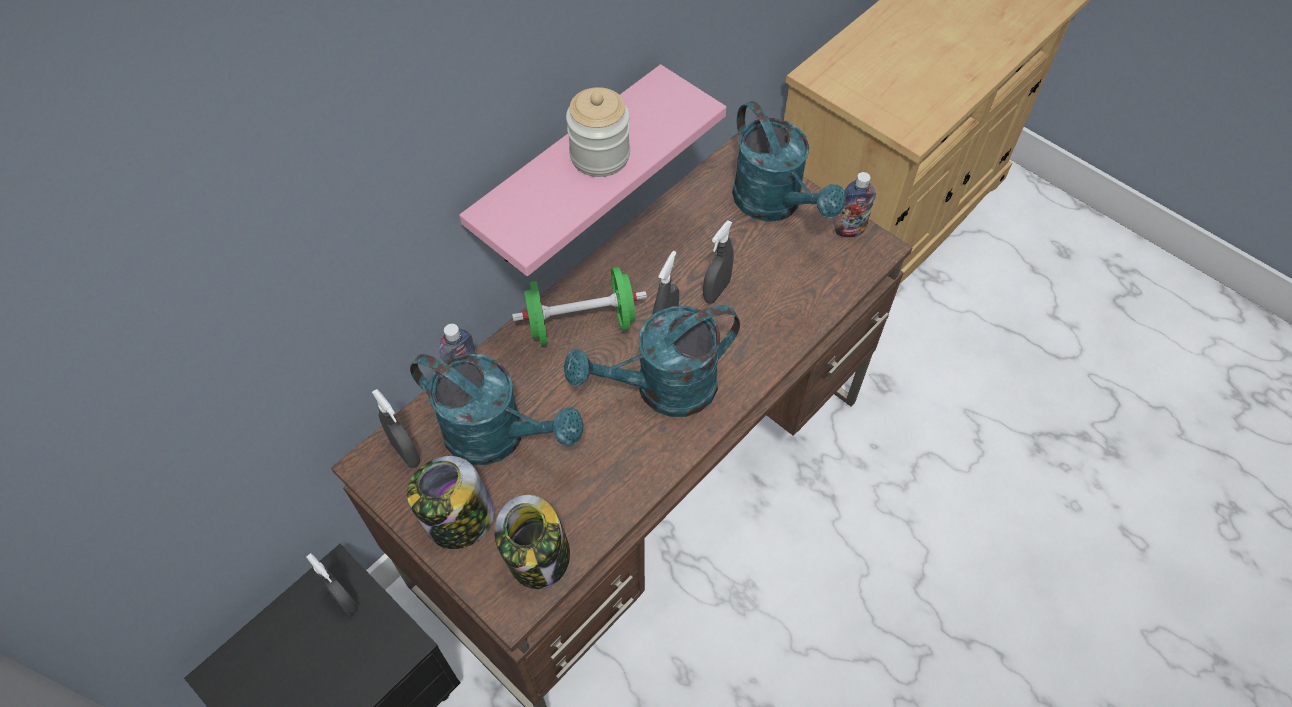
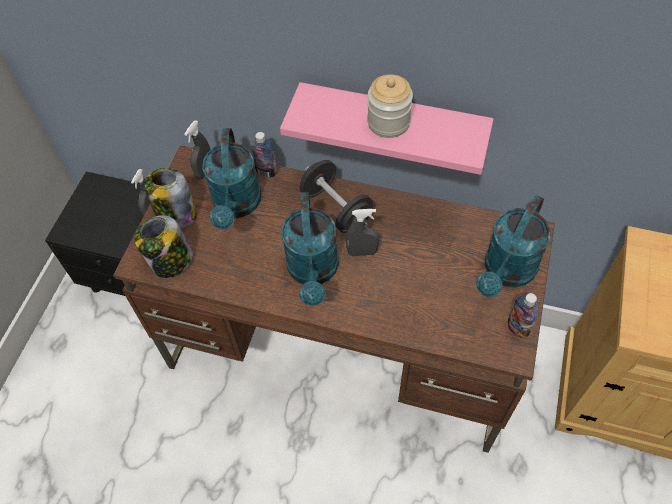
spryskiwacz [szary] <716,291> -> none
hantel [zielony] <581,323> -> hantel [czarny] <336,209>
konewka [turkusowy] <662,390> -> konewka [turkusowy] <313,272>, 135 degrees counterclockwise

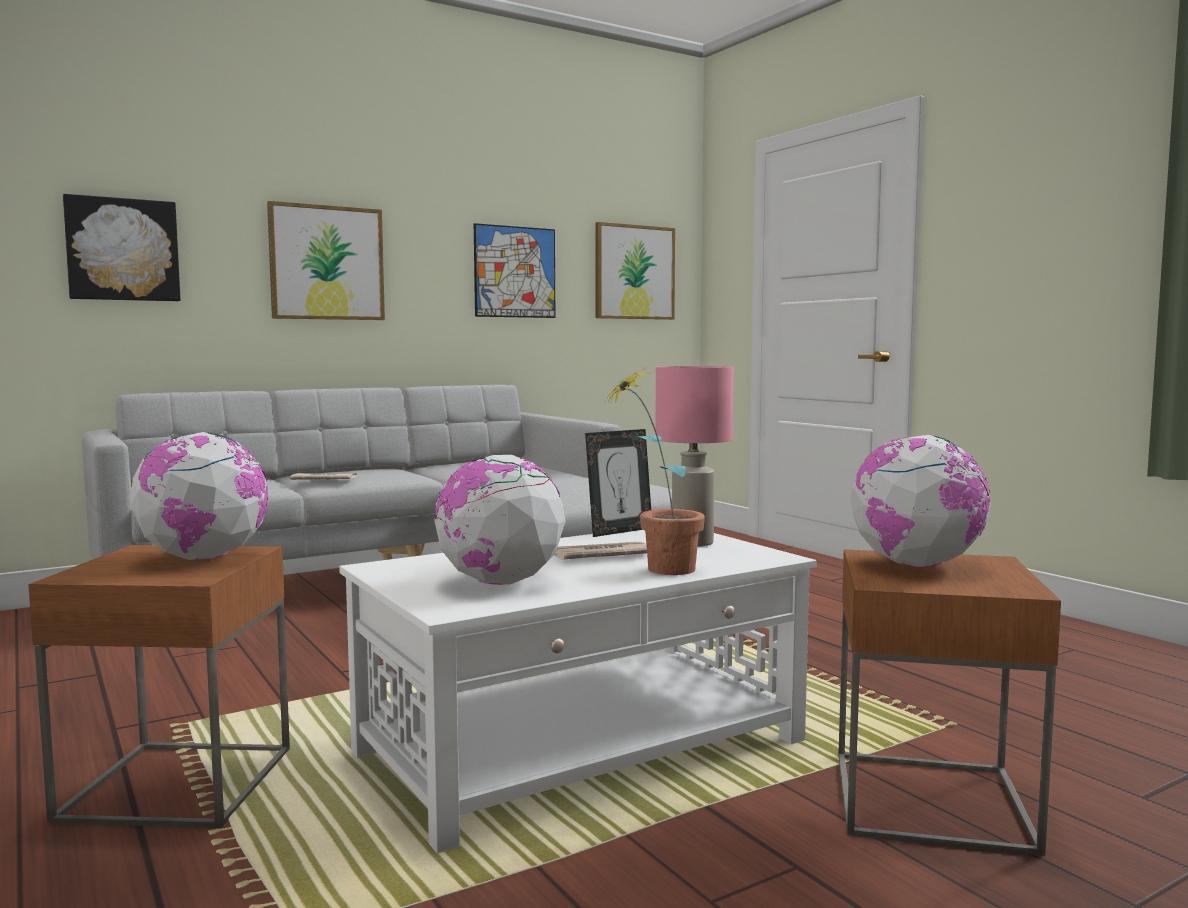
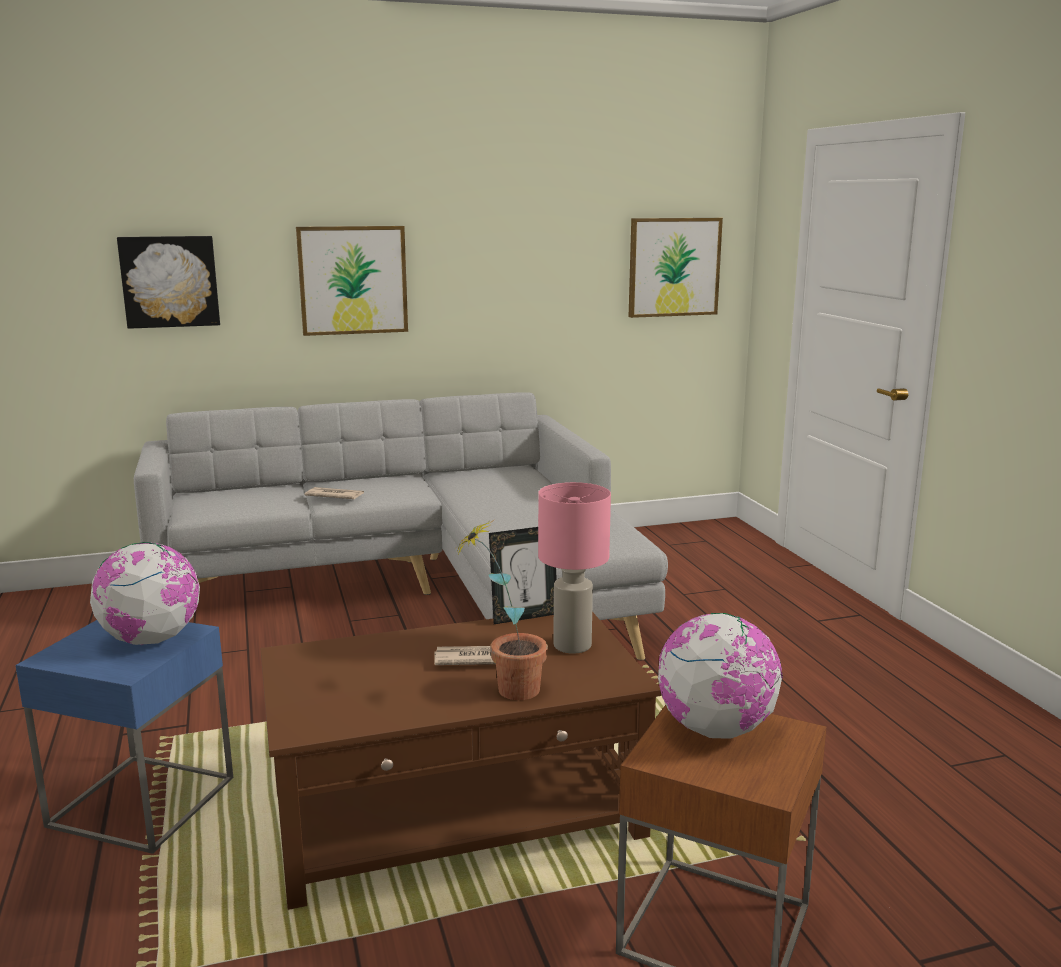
obraz <515,272> -> none
globus <499,582> -> none
ława [biały] <583,746> -> ława [brązowy] <458,812>
stolik [brązowy] <179,783> -> stolik [niebieski] <142,802>

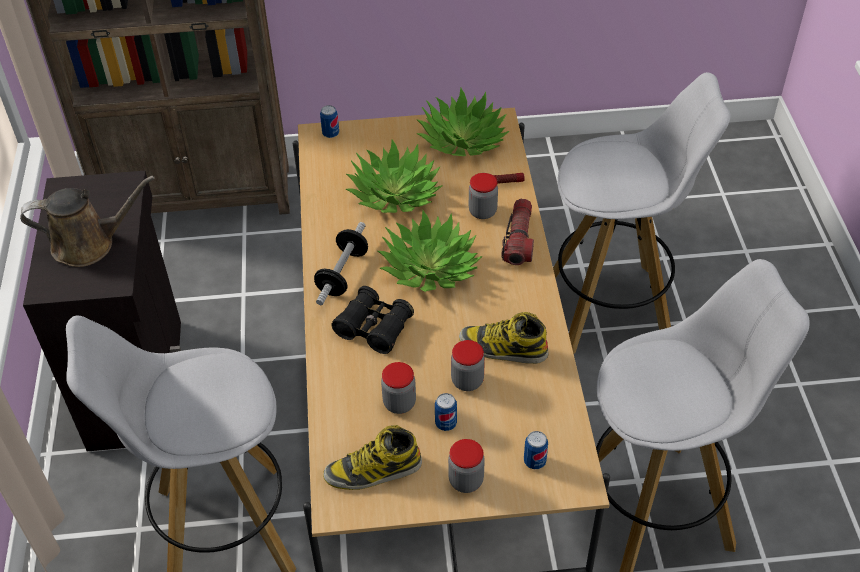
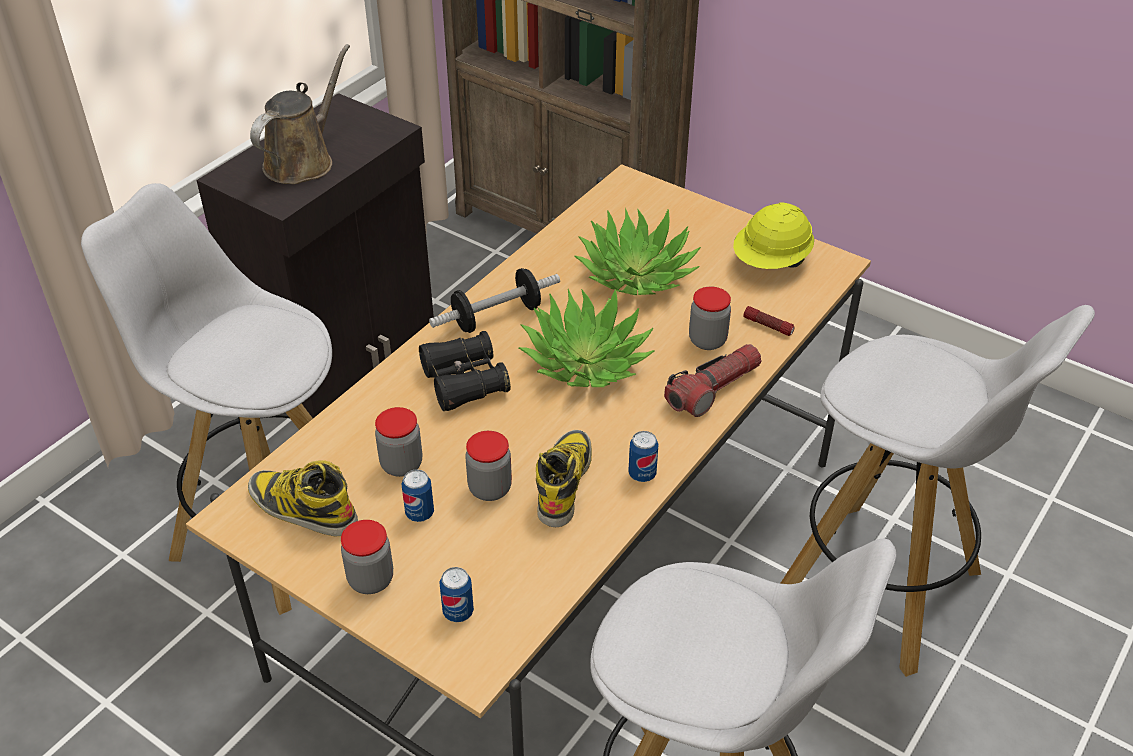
roślina doniczkowa <462,140> -> kask [żółty] <771,262>
puszka <330,134> -> puszka <642,474>, moved
konewka [brązowy] <89,244> -> konewka [brązowy] <303,161>, 90 degrees counterclockwise
but z cholewką <503,348> -> but z cholewką <564,482>, 45 degrees clockwise

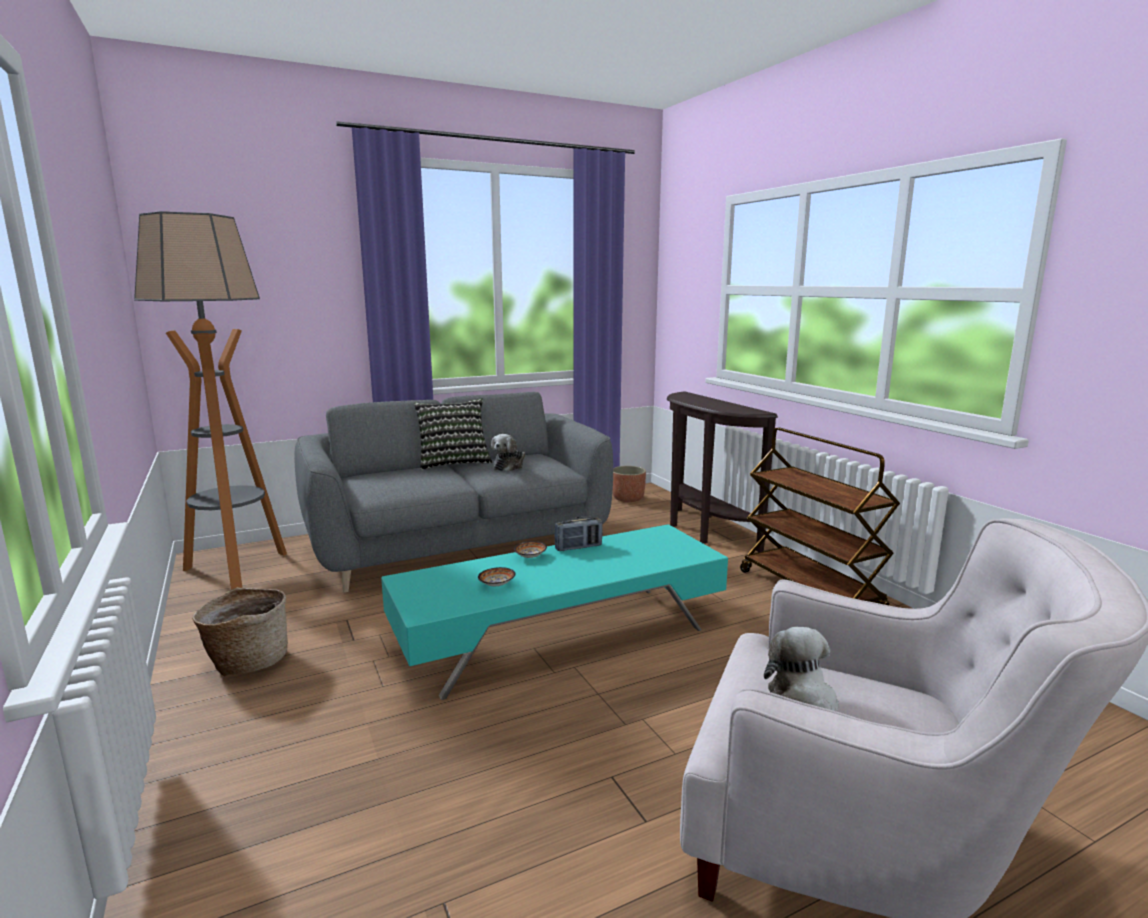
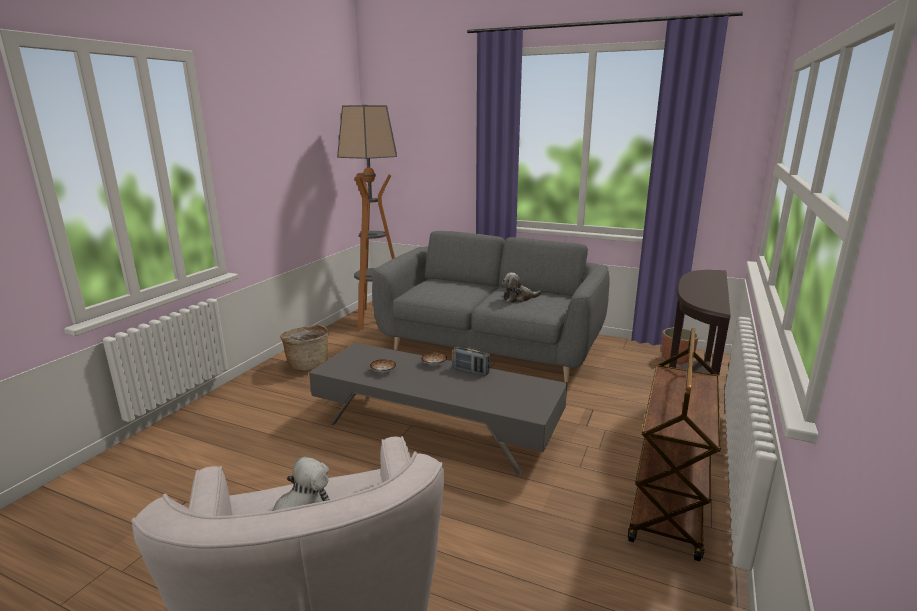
poduszka <453,462> -> none
ława [turkusowy] <561,635> -> ława [szary] <437,427>

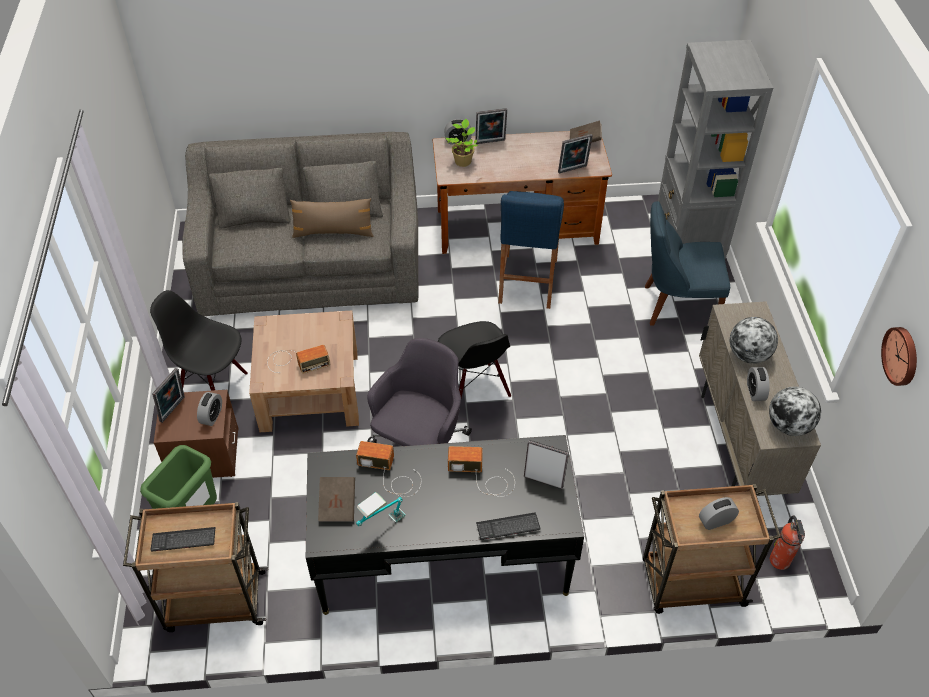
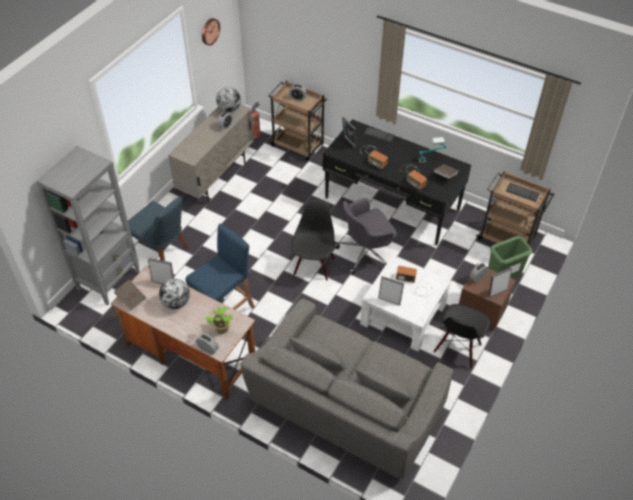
ramka na zdjęcie <490,142> -> ramka na zdjęcie <389,300>, moved
poduszka [brązowy] <333,232> -> none
krzesło [czarny] <213,385> -> krzesło [czarny] <458,349>, 60 degrees clockwise
ława [brązowy] <310,390> -> ława [biały] <403,315>
globus <748,355> -> globus <176,302>, moved

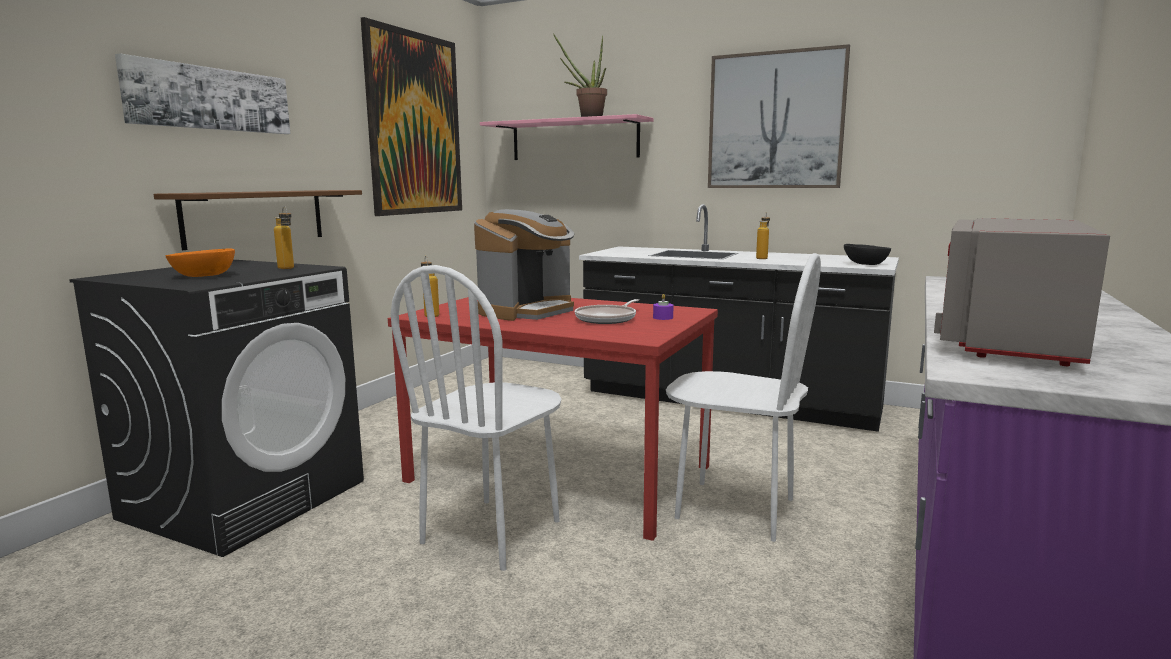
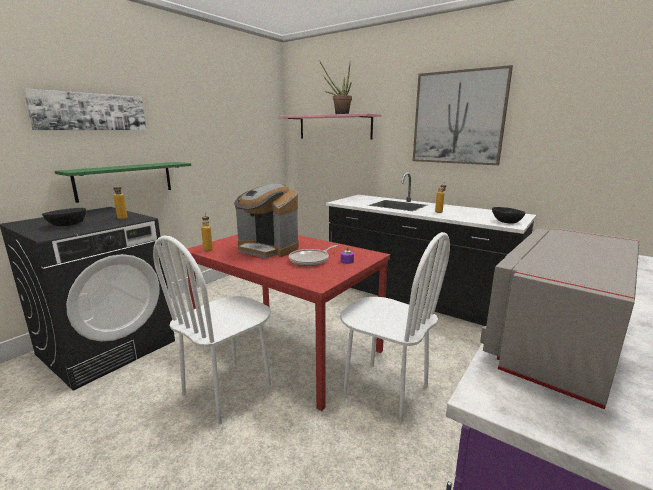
obraz <415,124> -> none
półka [brązowy] <255,217> -> półka [zielony] <125,180>
ekspres do kawy <527,311> -> ekspres do kawy <268,249>, 75 degrees clockwise
miska [pomarańczowy] <205,276> -> miska [czarny] <68,225>

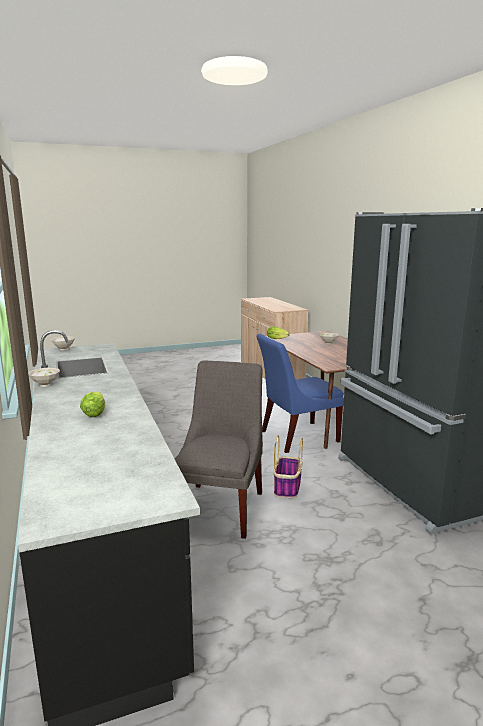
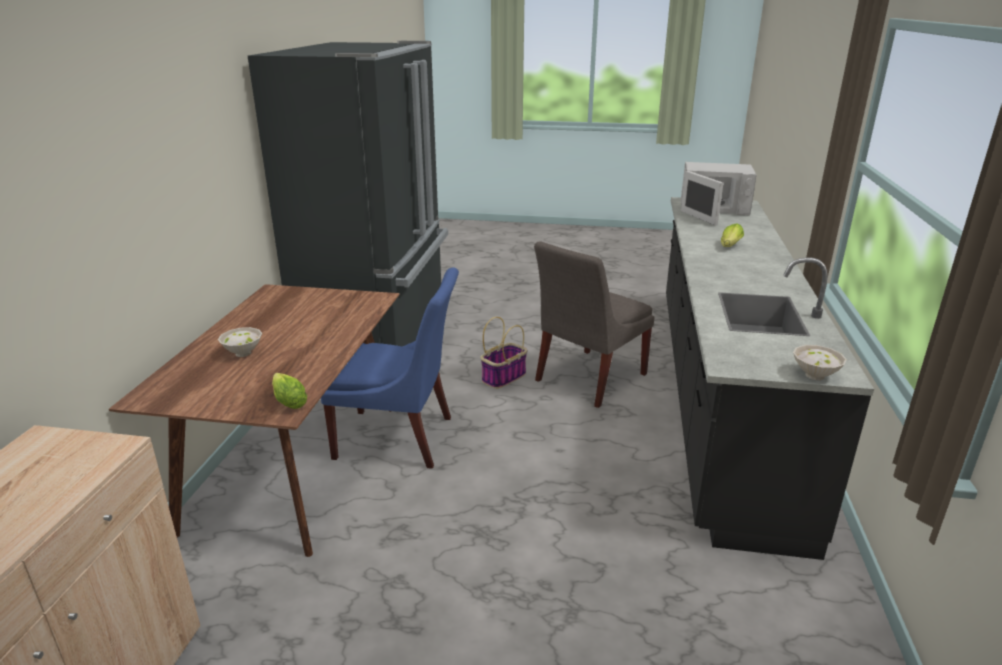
miska [biały] <46,385> -> none
none -> mikrofalówka [biały] <712,209>

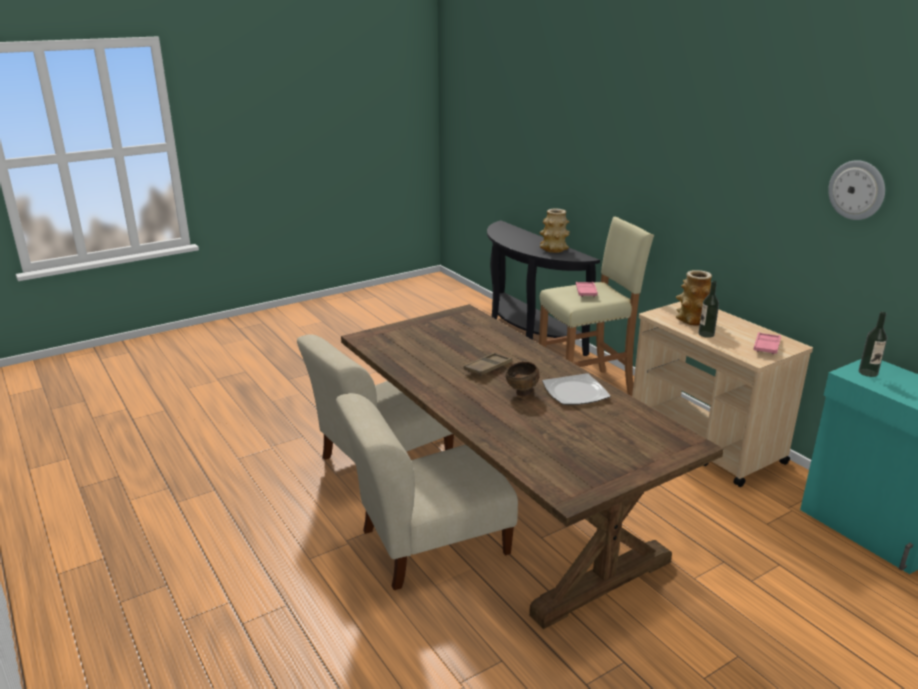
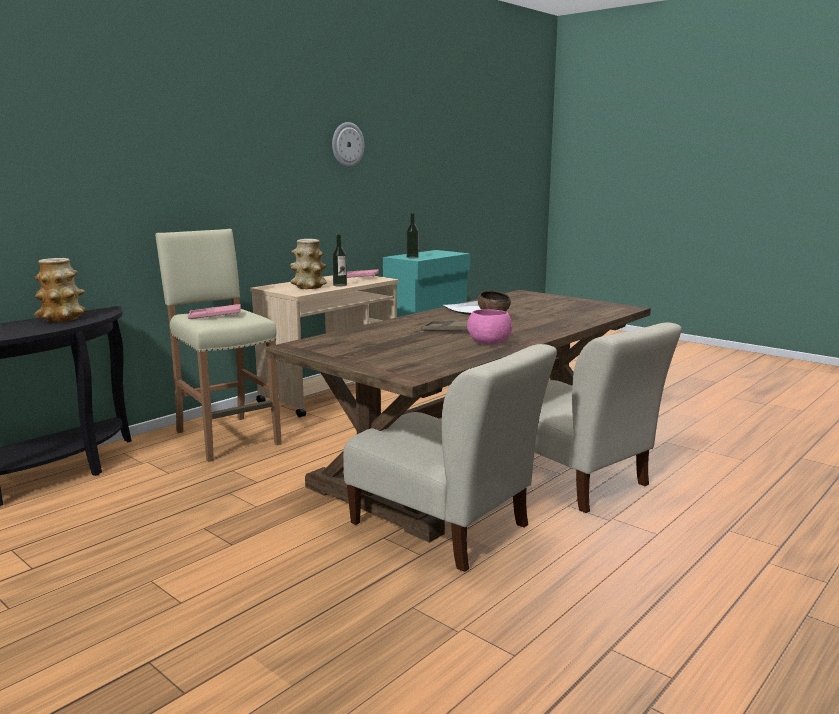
none -> miska [różowy] <489,343>

